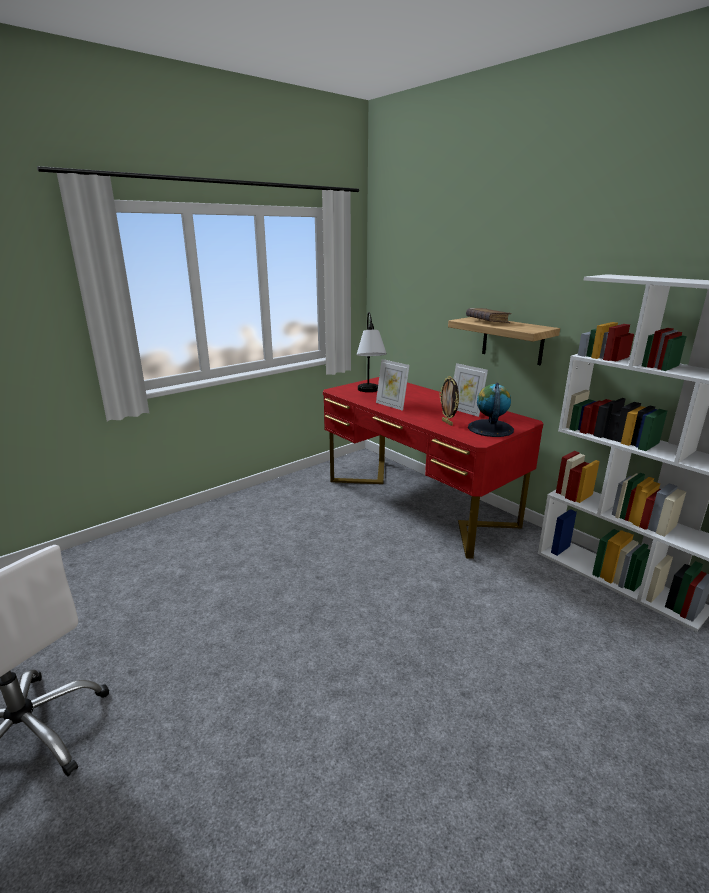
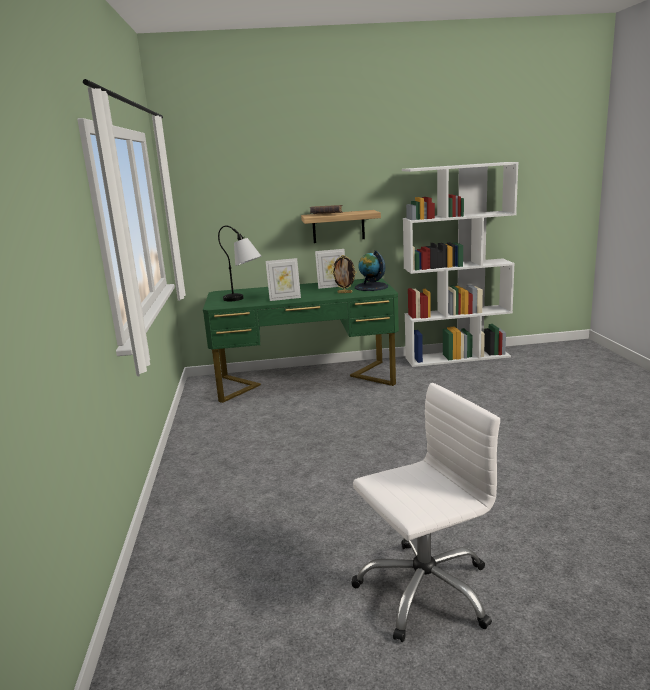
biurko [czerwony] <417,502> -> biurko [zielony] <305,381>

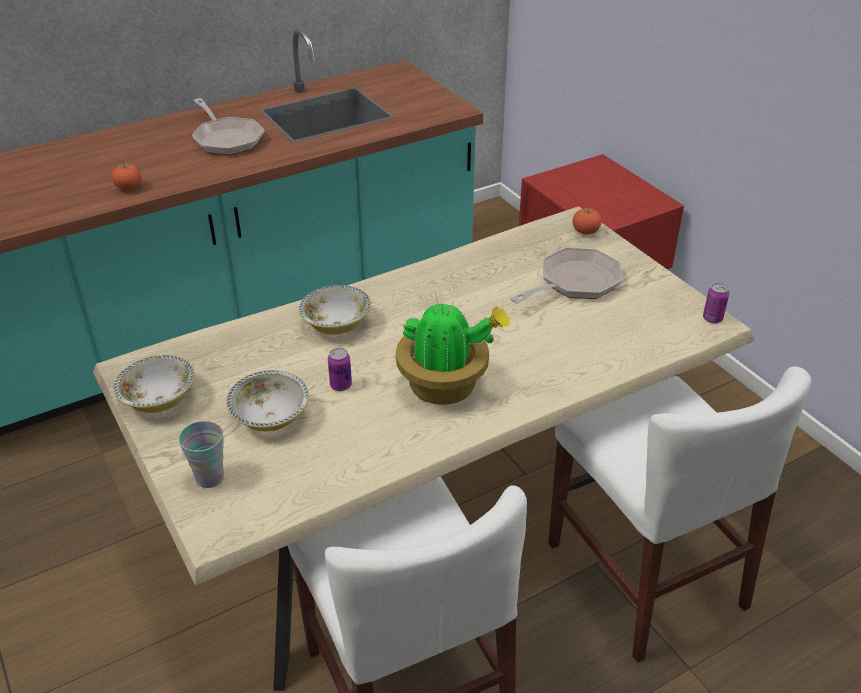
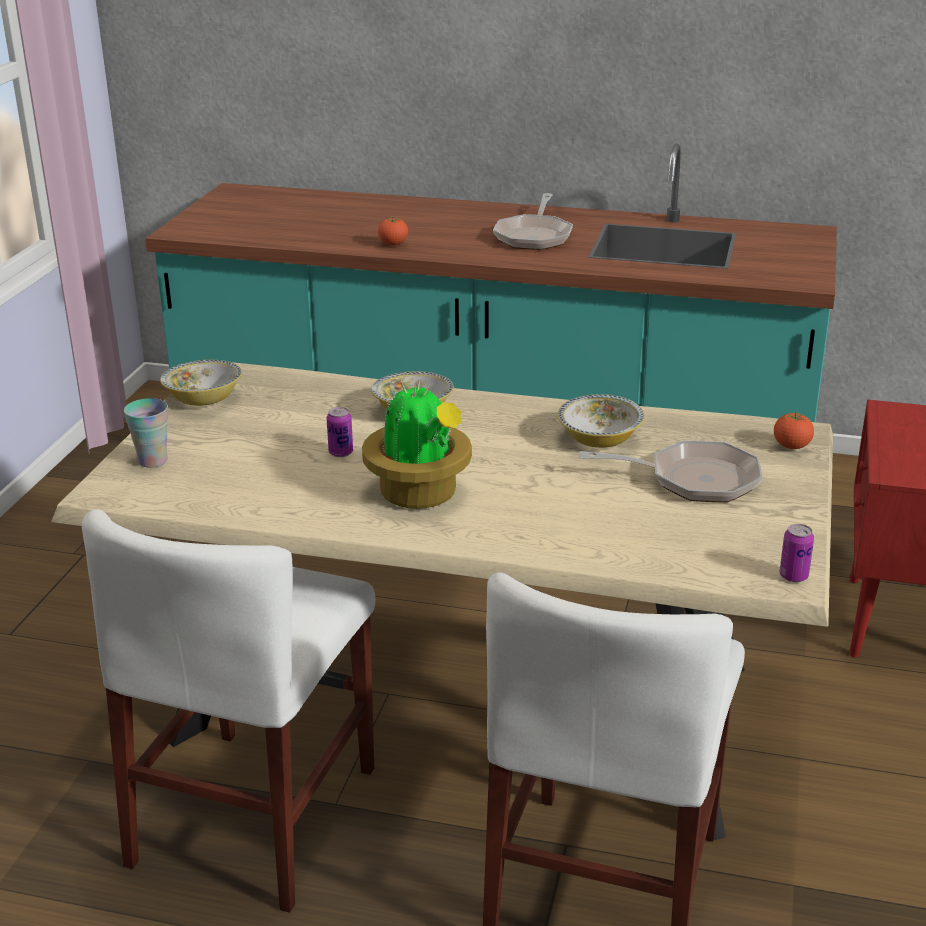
miska <270,417> -> miska <599,440>, moved

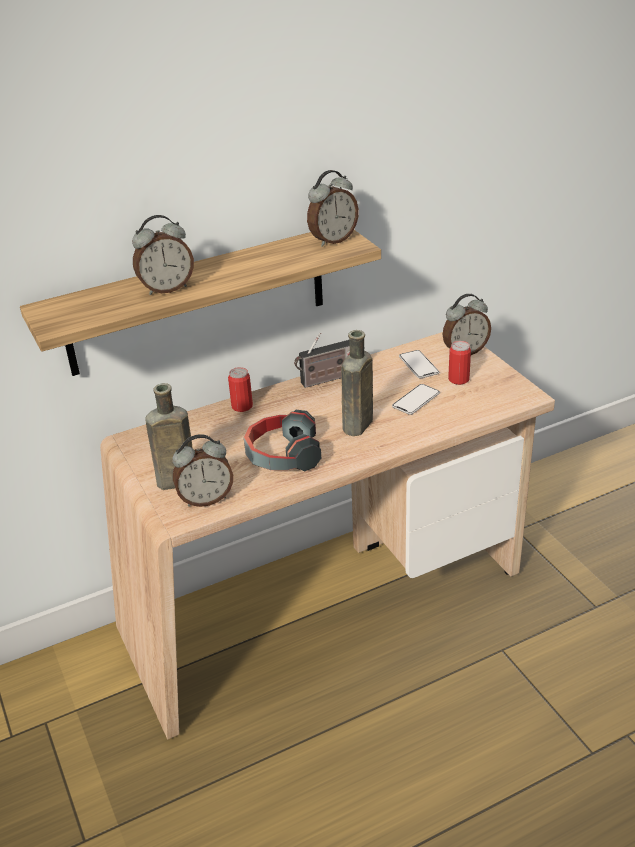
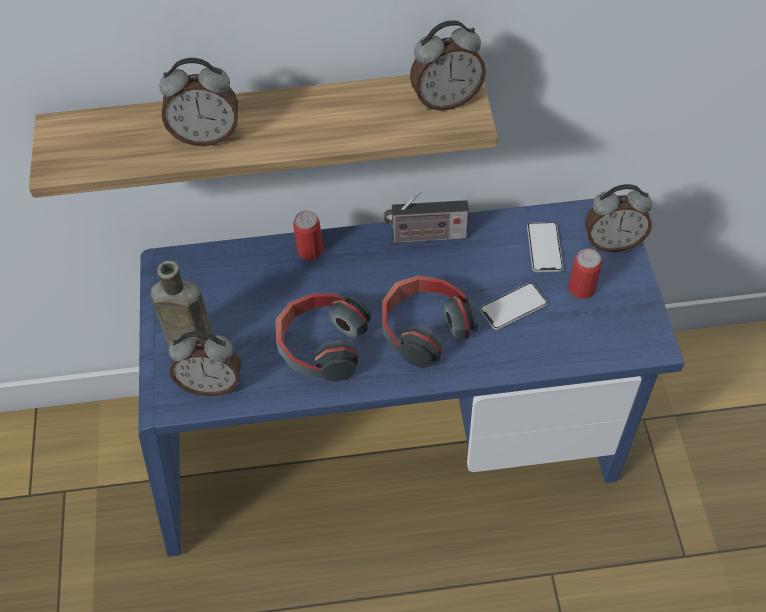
butelka [brązowy] <356,427> -> słuchawki <424,328>
biurko [beżowy] <327,606> -> biurko [niebieski] <389,449>

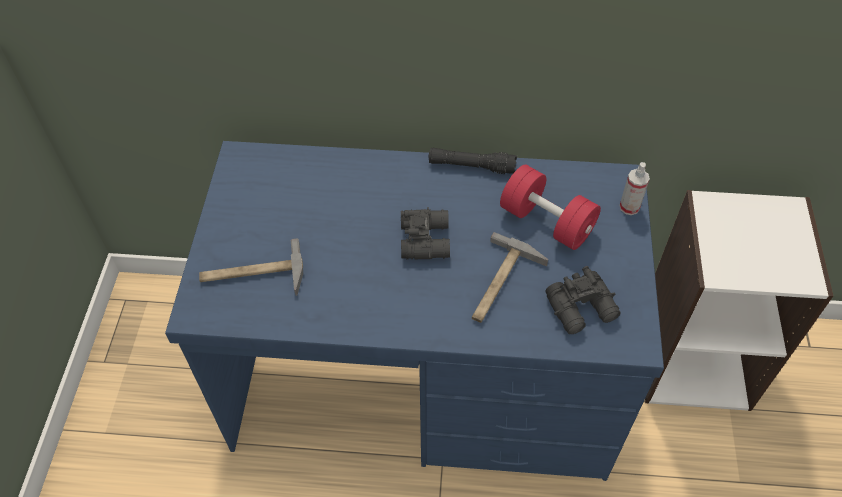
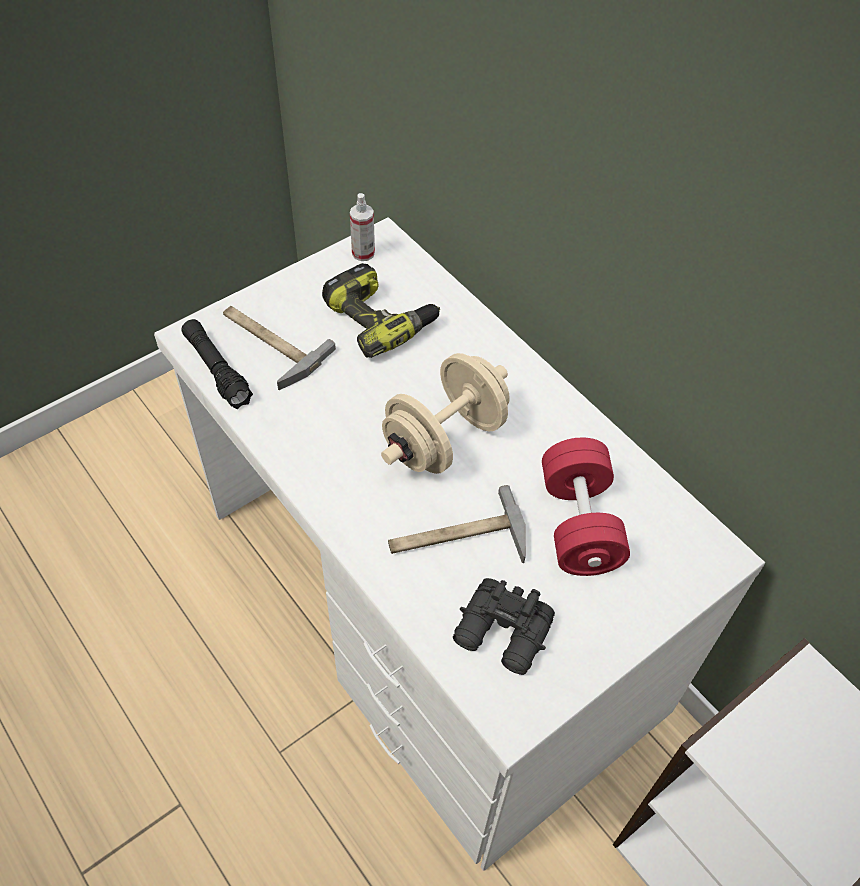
biurko [niebieski] <425,380> -> biurko [biały] <429,611>
latarka [czarny] <471,166> -> latarka [czarny] <217,370>, moved
spryskiwacz <629,207> -> spryskiwacz <363,253>, moved
lornetka [czarny] <426,239> -> hantel [beżowy] <444,439>
none -> wiertarka <380,319>

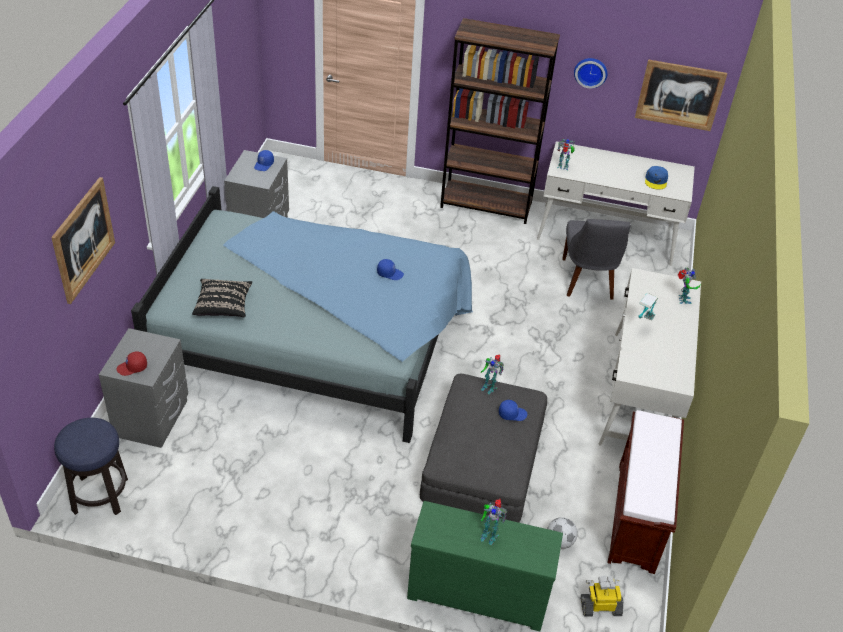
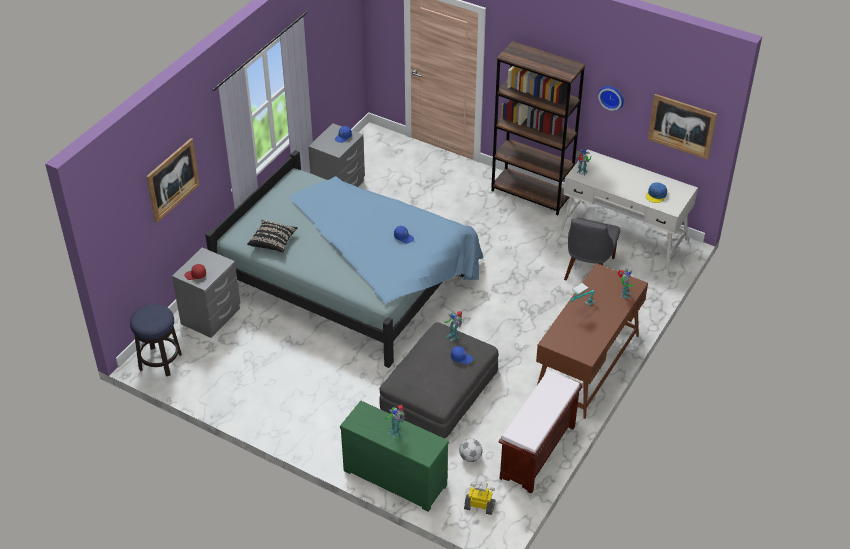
biurko [biały] <640,393> -> biurko [brązowy] <587,365>

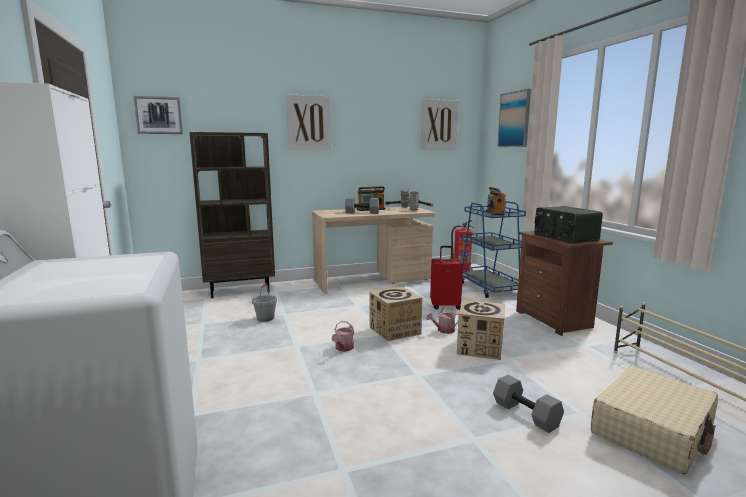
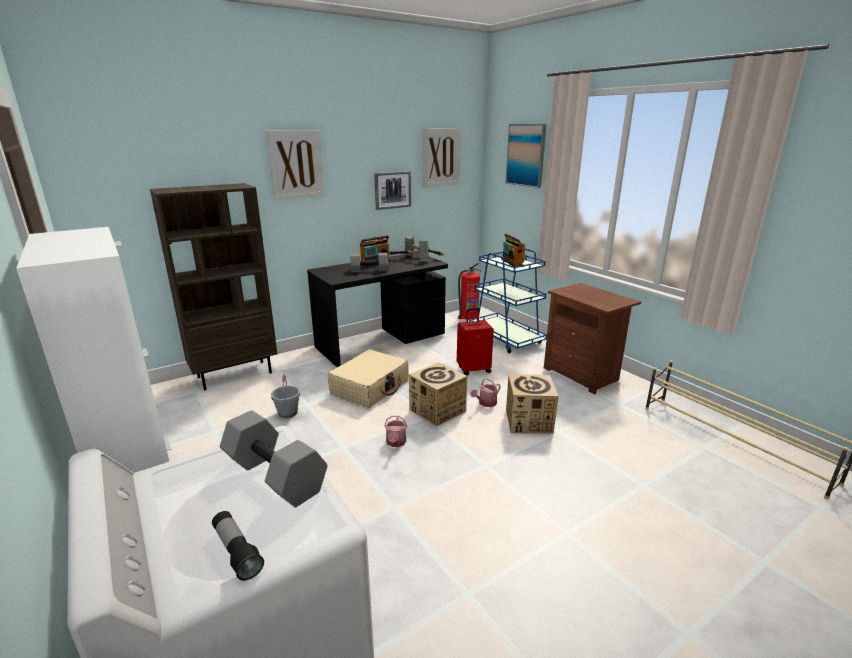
obraz <158,115> -> obraz <392,190>, moved
biurko [beżowy] <372,280> -> biurko [czarny] <381,341>
radio <564,238> -> none
walizka [beżowy] <652,430> -> walizka [beżowy] <370,387>, moved
hantel [szary] <527,414> -> hantel [szary] <277,475>, moved
none -> latarka <237,552>

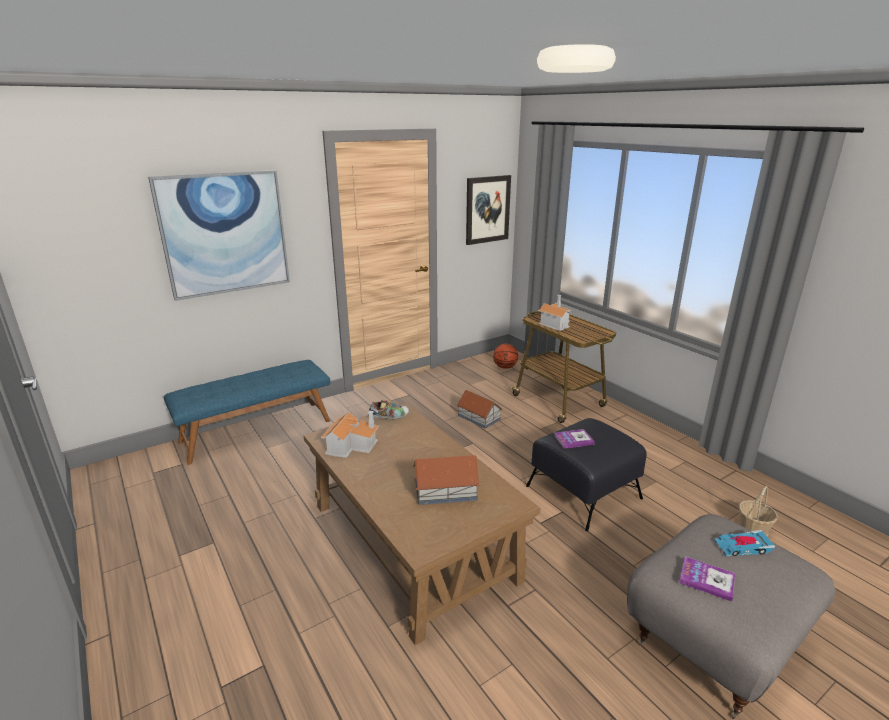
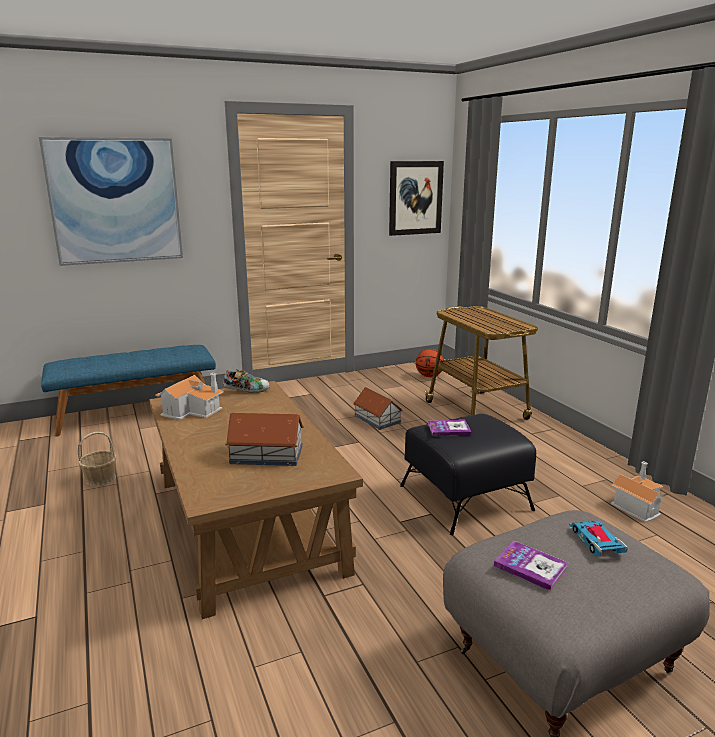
domek <555,323> -> domek <636,505>, moved
koszyk <753,529> -> koszyk <101,479>, moved
samochodzik <742,547> -> samochodzik <595,541>, 75 degrees clockwise

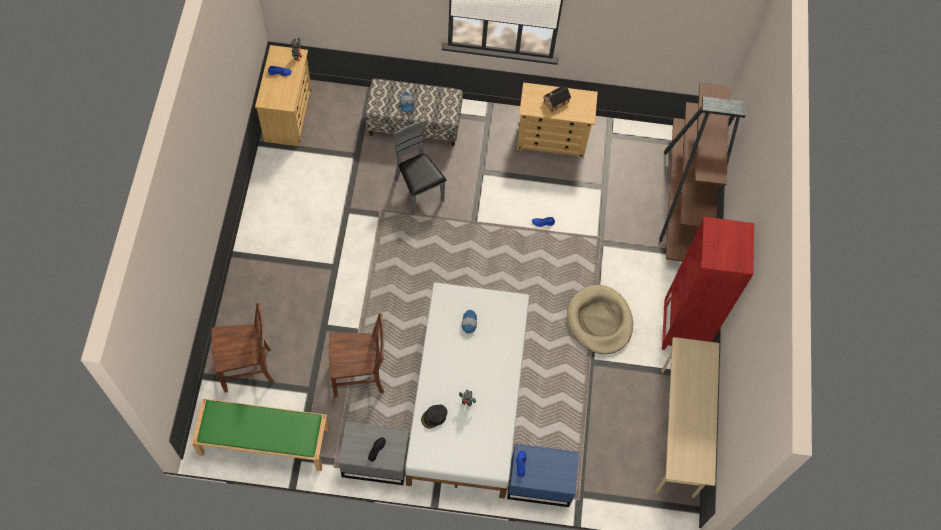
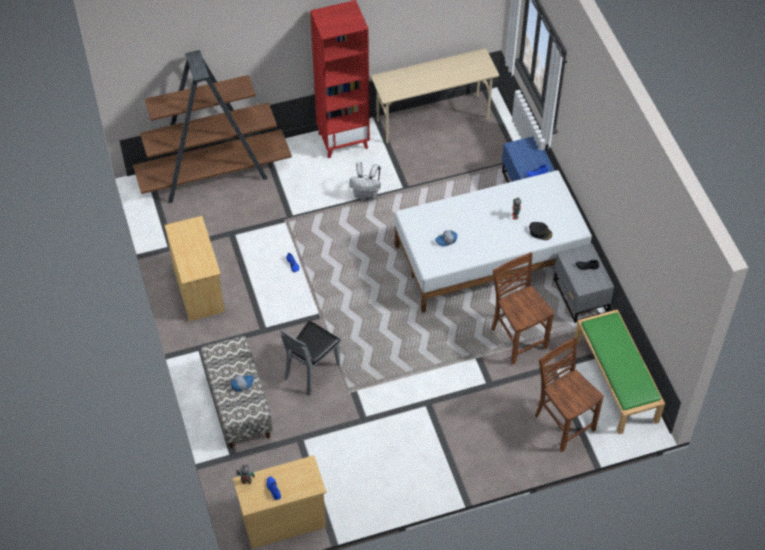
domek <555,102> -> none
legowisko [beżowy] <599,321> -> plecak [biały] <366,195>

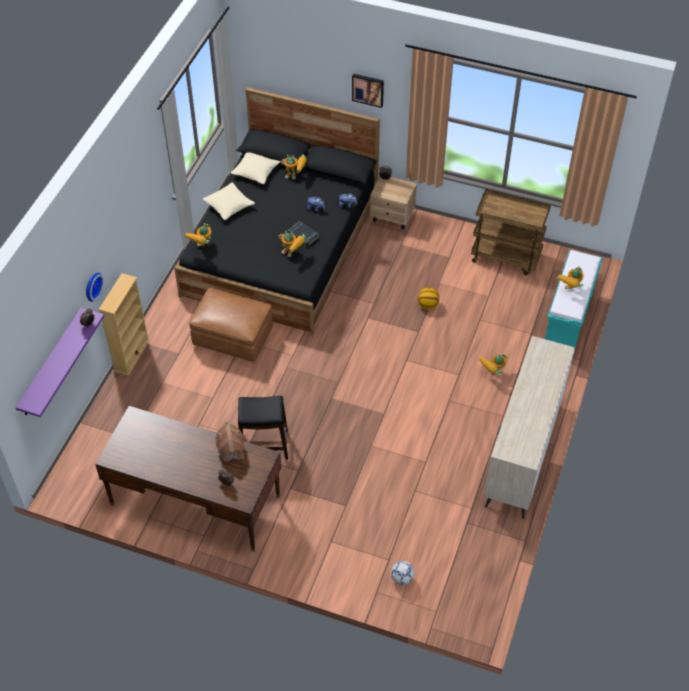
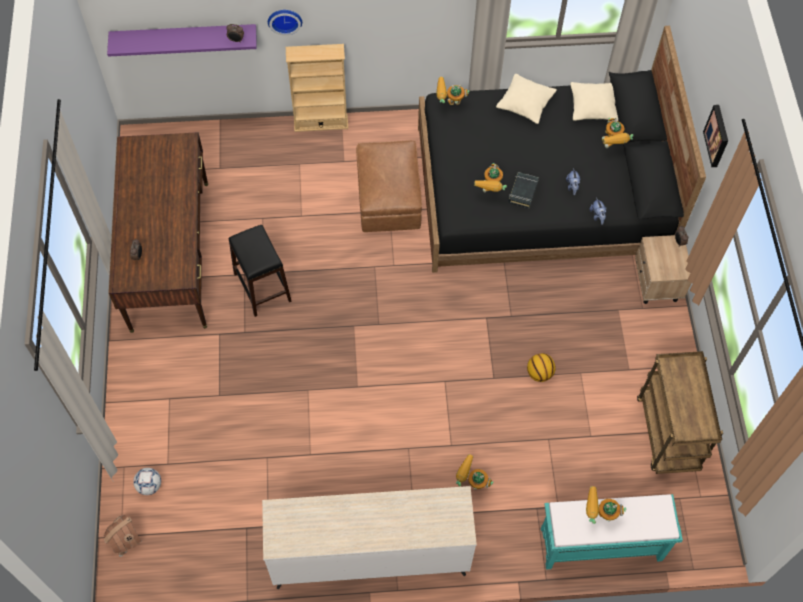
domek <231,451> -> domek <124,539>, moved

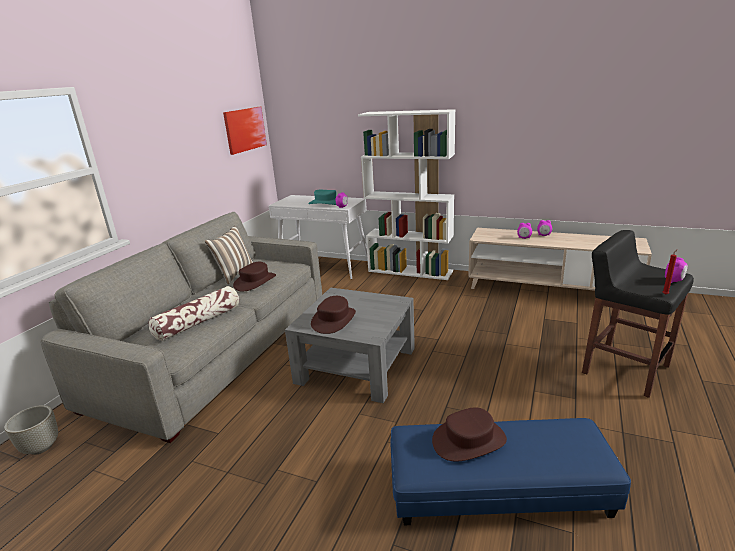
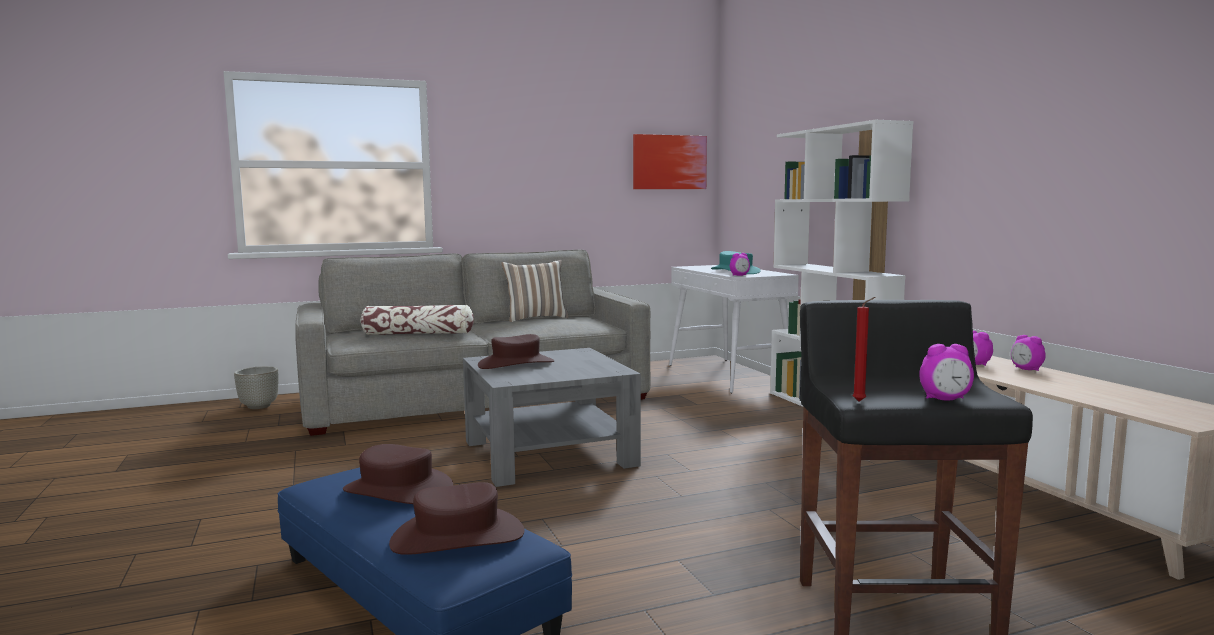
kapelusz [brązowy] <255,281> -> kapelusz [brązowy] <457,537>, moved

